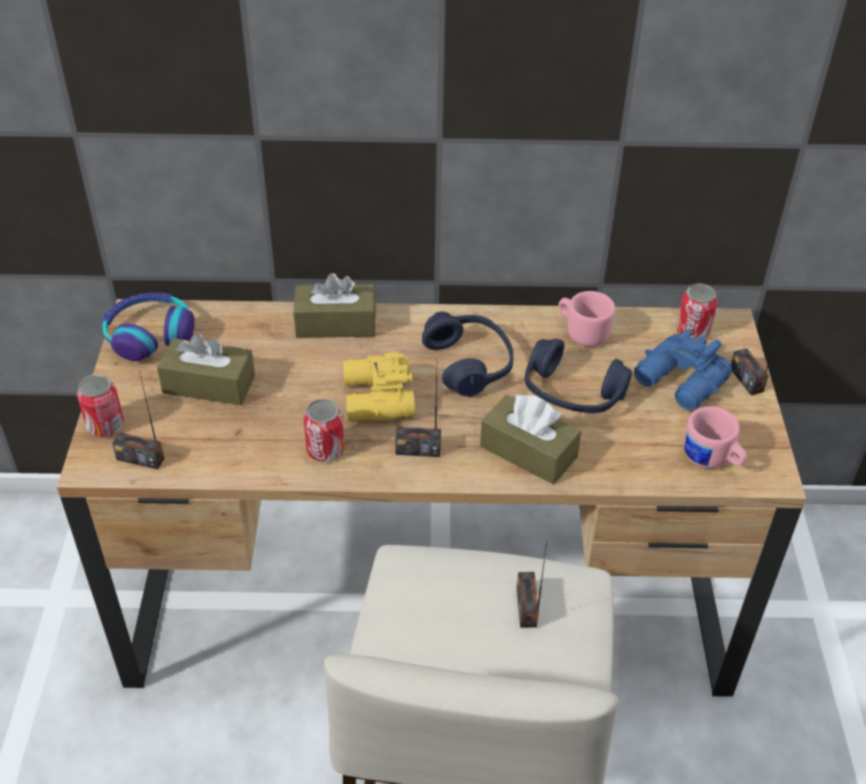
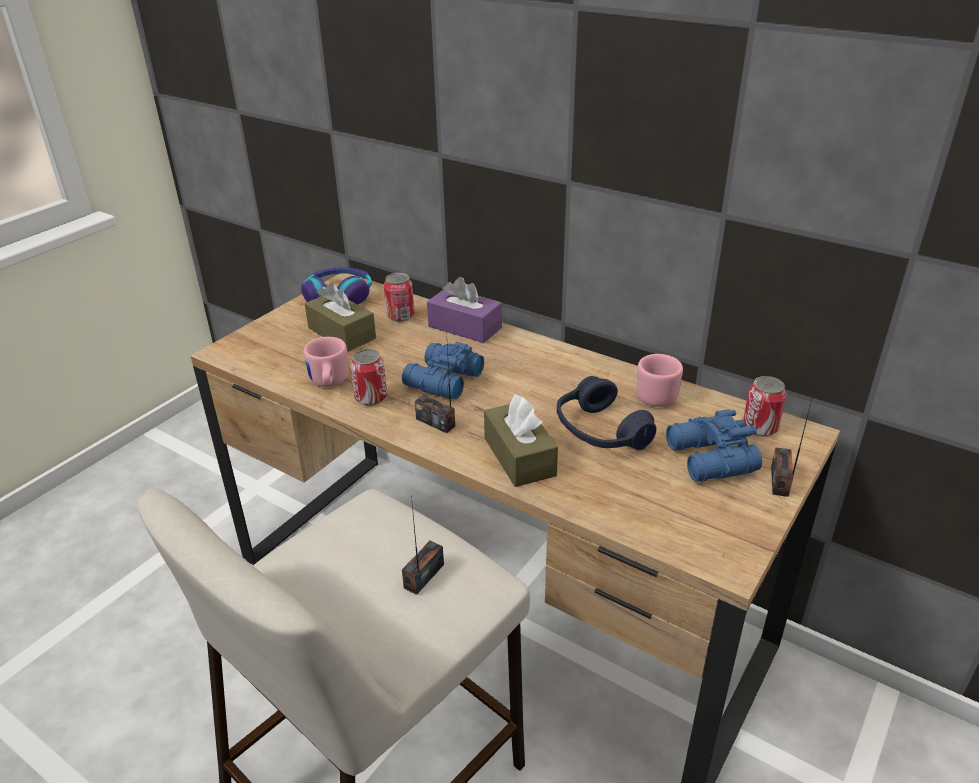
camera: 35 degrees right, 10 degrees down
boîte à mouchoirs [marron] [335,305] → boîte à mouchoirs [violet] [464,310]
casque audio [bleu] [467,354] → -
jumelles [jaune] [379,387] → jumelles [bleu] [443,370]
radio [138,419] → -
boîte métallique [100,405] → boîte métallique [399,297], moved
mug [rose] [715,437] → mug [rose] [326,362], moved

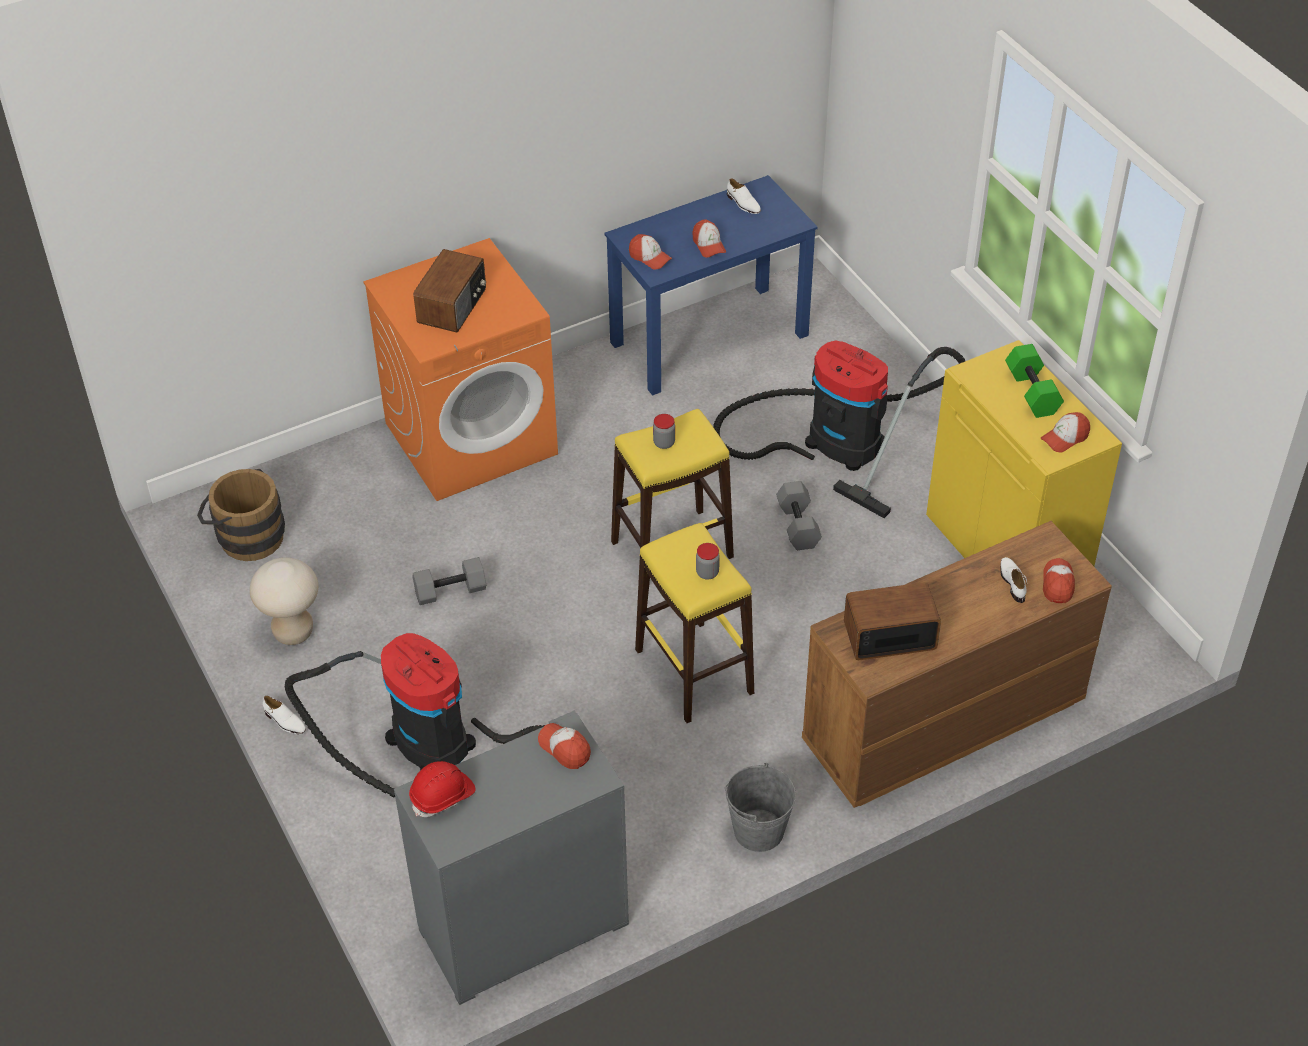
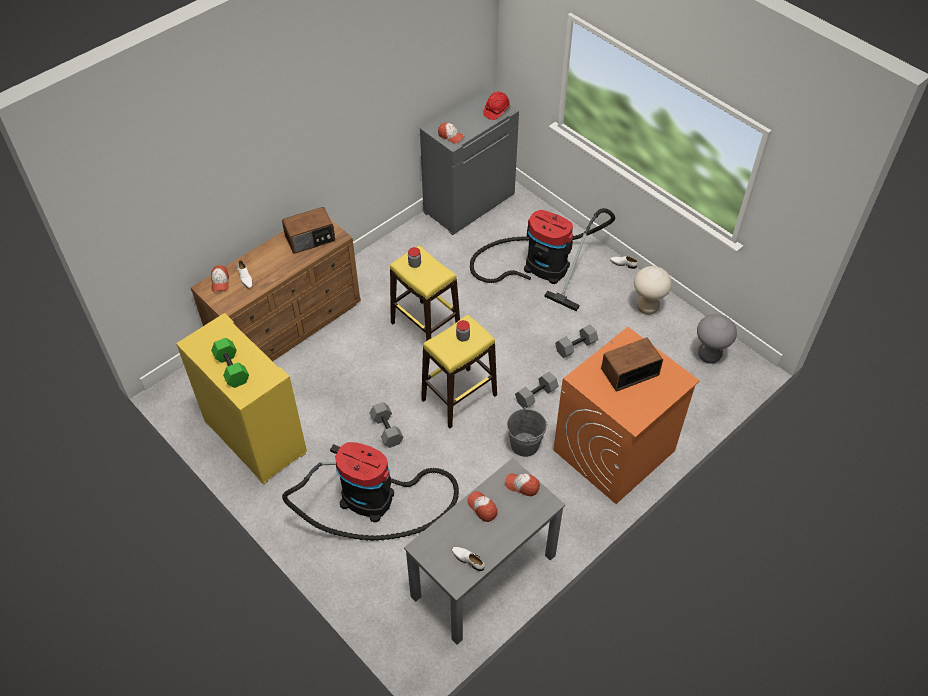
camera: 165 degrees right, 5 degrees up
bureau [bleu] [711,285] → bureau [gris] [484,551]
radio [449,291] → radio [632,364], 60 degrees clockwise
casquette [1065,432] → -
seau [marron] [241,515] → tabouret [gris] [717,339]
seau [gris] [760,807] → seau [gris] [527,432], moved
- → haltère [gris] [537,390]

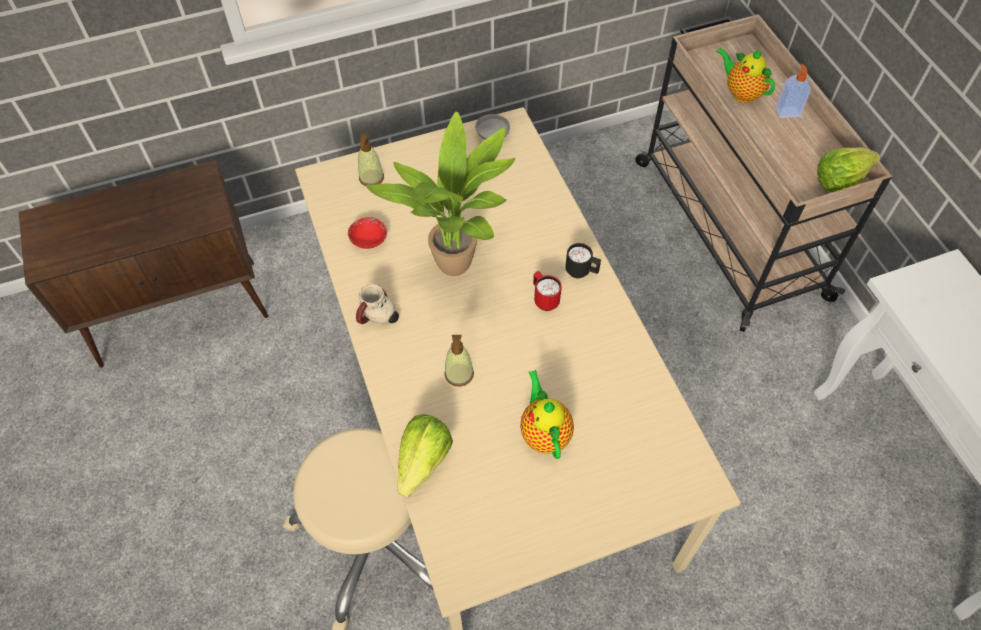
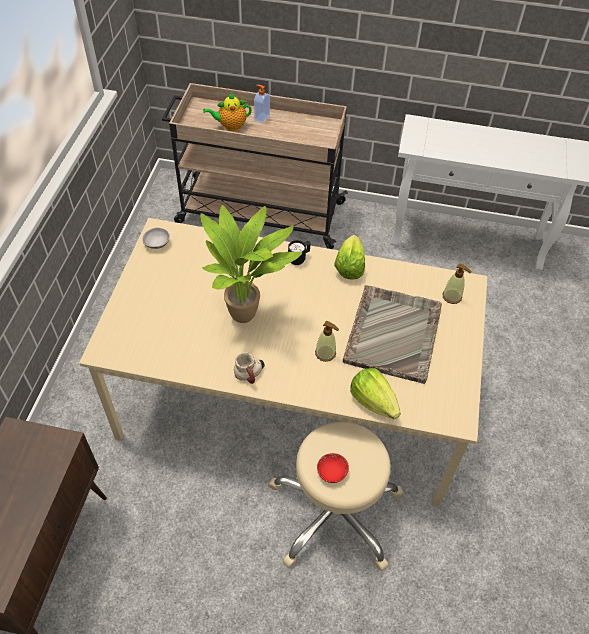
camera: 60 degrees left, 5 degrees down
distributeur de savon [371,159] → distributeur de savon [457,283], moved
laitue [849,170] → laitue [349,257], moved
bol [rouge] [367,233] → bol [rouge] [333,468], moved
mug [rouge] [547,291] → -
théière [547,414] → plateau [gris] [392,334]

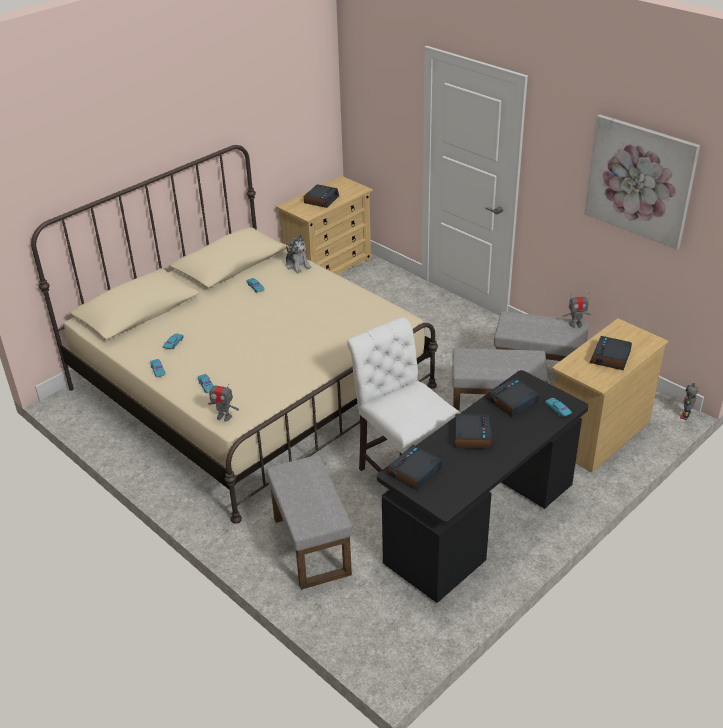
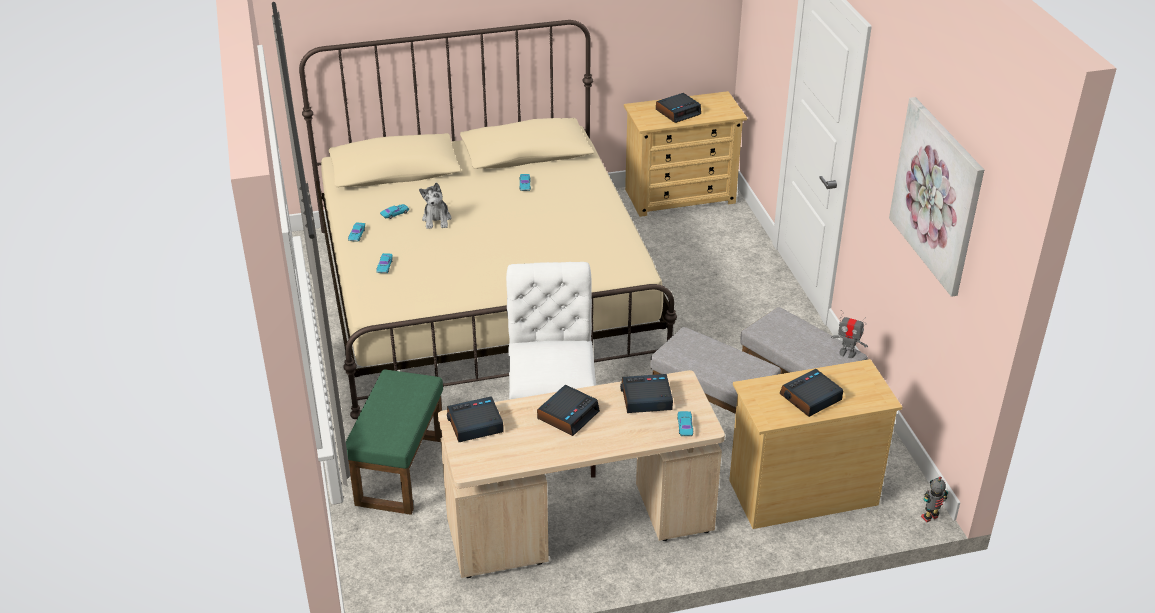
camera: 30 degrees right, 0 degrees up
peluche [299,253] → peluche [435,205], moved
bureau [noir] [483,486] → bureau [beige] [581,474]
robot jouet [223,400] → -
pouf [gris] [309,522] → pouf [vert] [394,442]

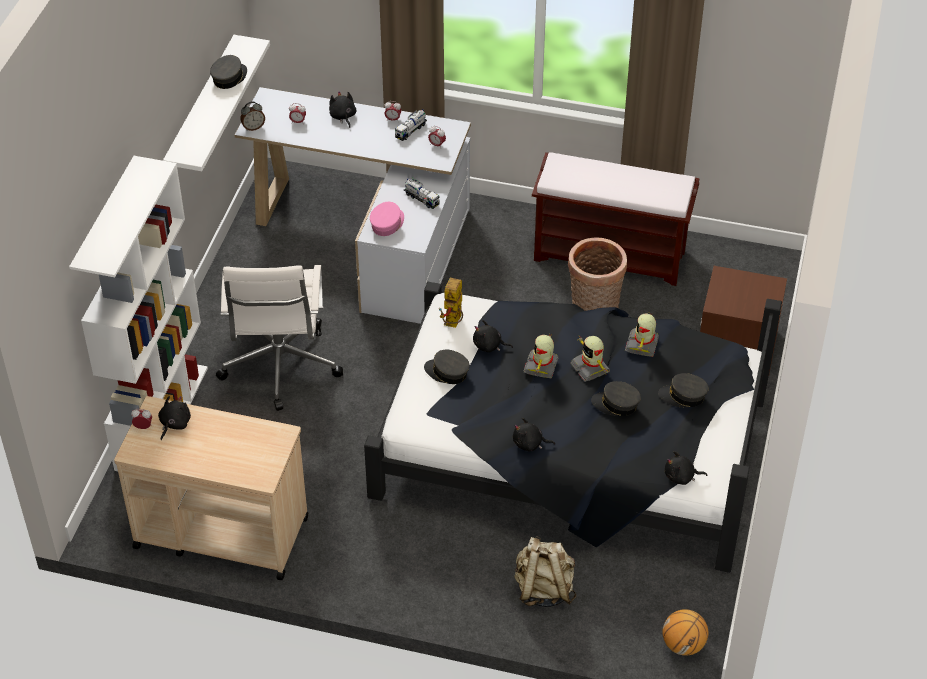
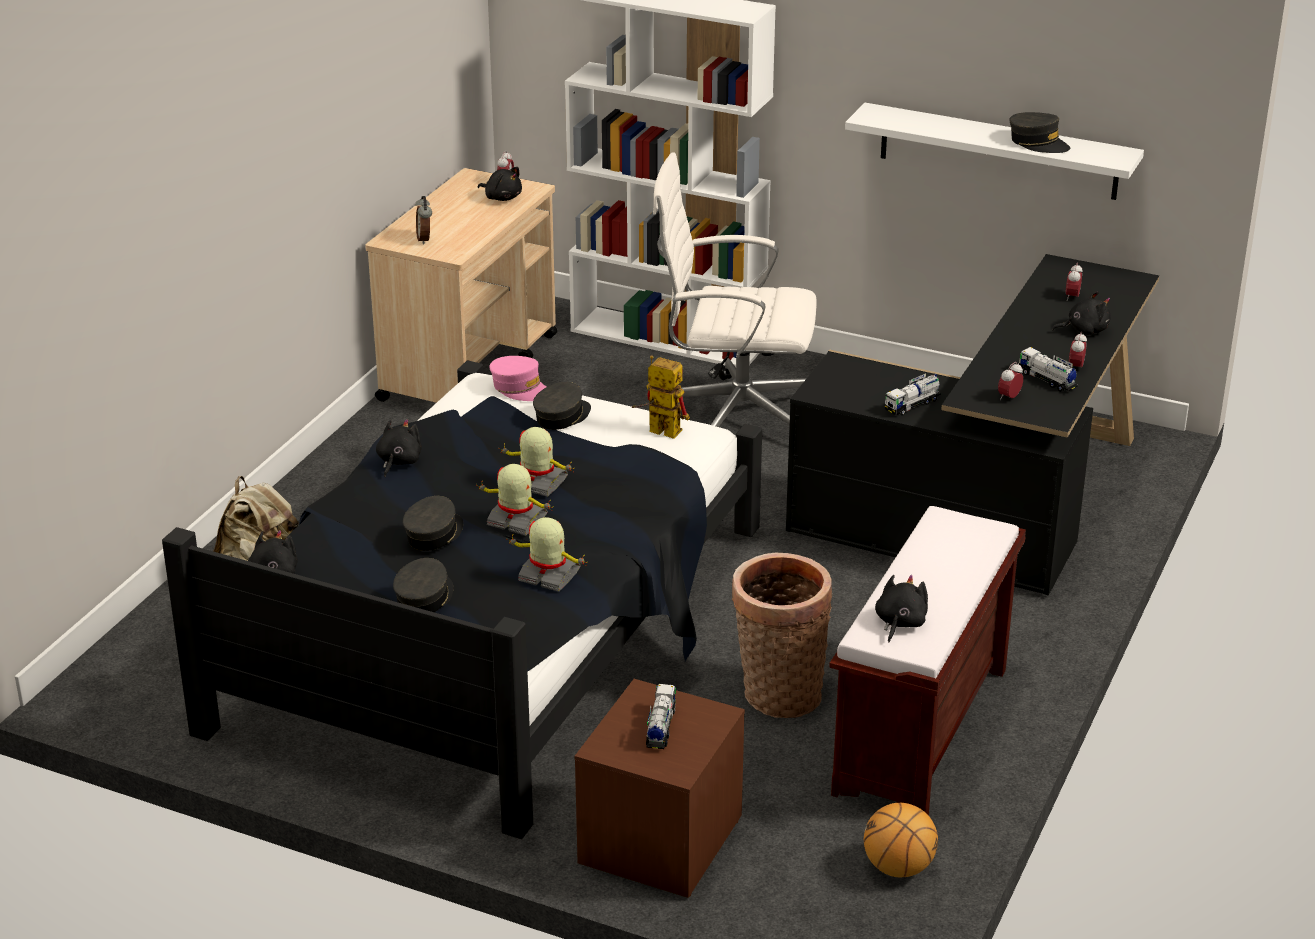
camera: 100 degrees right, 15 degrees down
bureau [blanc] [353,205] → bureau [noir] [972,424]
réveil [252,116] → réveil [423,220], moved
casquette [rose] [387,219] → casquette [rose] [518,378], moved
peluche [noir] [493,336] → peluche [noir] [901,608], moved
robot jouet [590,359] → robot jouet [515,500], 45 degrees clockwise
ballon de basket [685,632] → ballon de basket [901,840], moved
- → camion jouet [661,716]

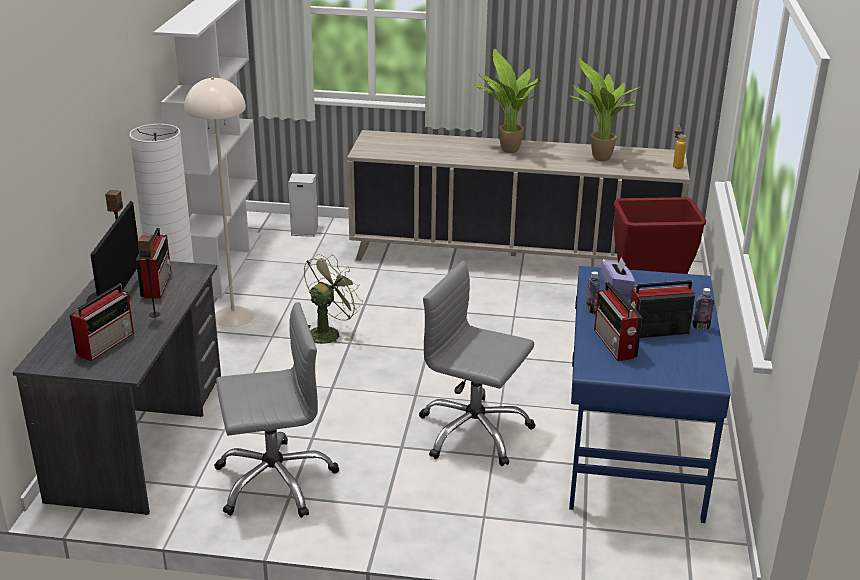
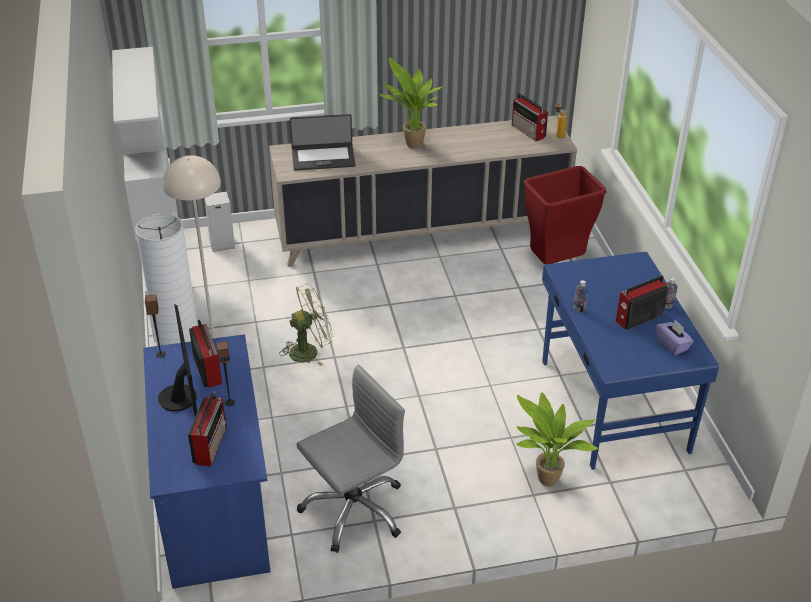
camera: 20 degrees left, 10 degrees up
plante en pot [605,109] → plante en pot [557,439], moved
ventilateur [vert] [333,299] → ventilateur [vert] [306,324], 45 degrees clockwise
boîte à mouchoirs [violet] [618,275] → boîte à mouchoirs [violet] [675,337], moved
bureau [gris] [117,388] → bureau [bleu] [207,461]
chaise de bureau [gris] [477,363] → -
radio [618,321] → radio [530,117], moved
- → ordinateur portable [323,142]

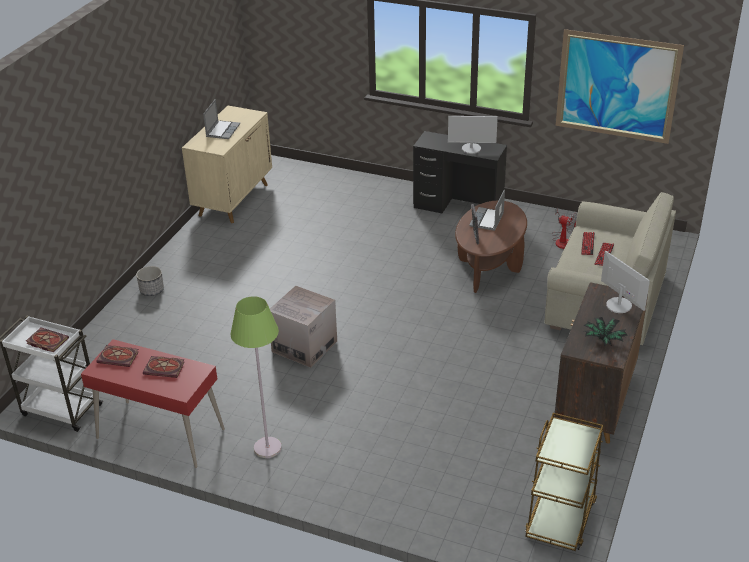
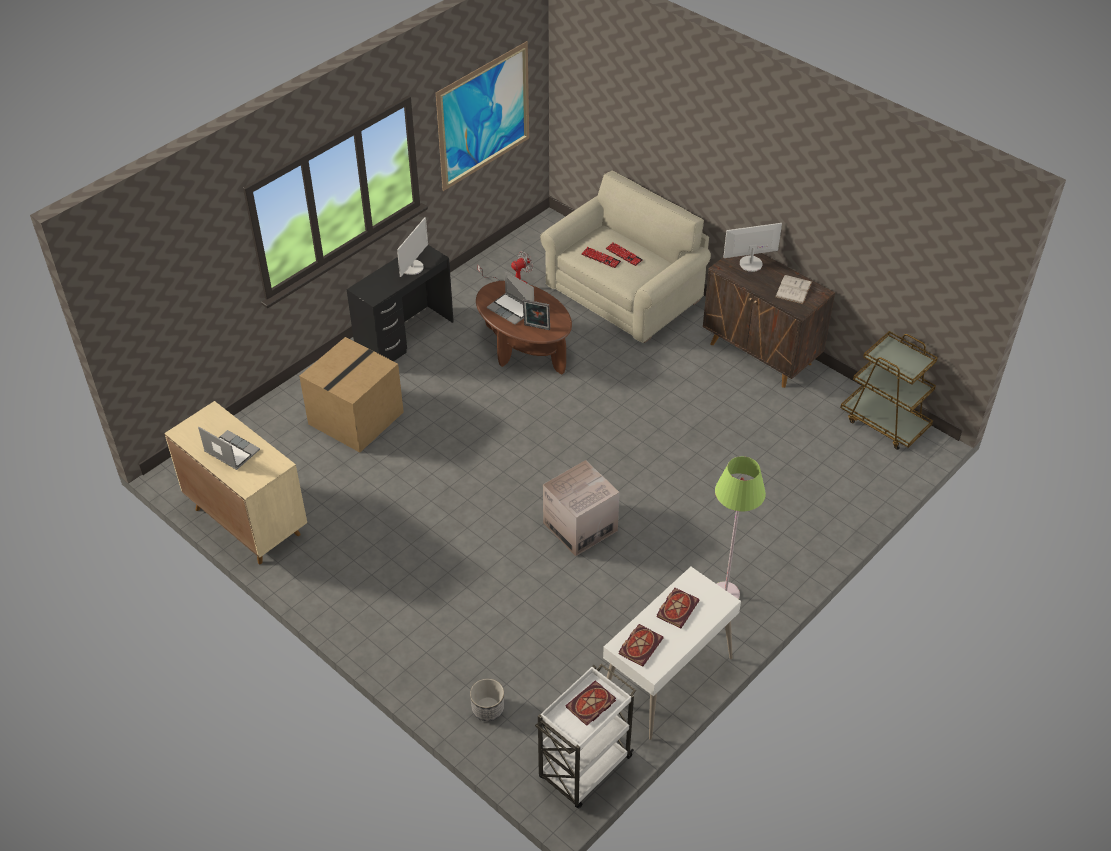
camera: 70 degrees left, 10 degrees up
cache-pot [150,281] → cache-pot [487,700], moved
plante en pot [605,331] → livre [blanc] [793,289]
bureau [rouge] [153,403] → bureau [blanc] [672,653]
- → carton [351,394]

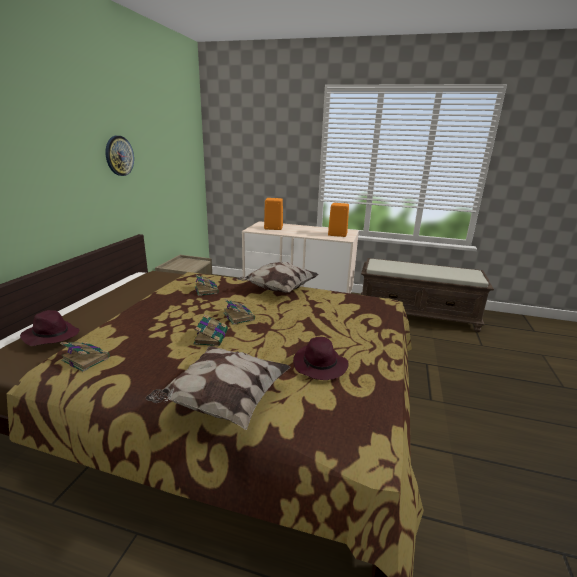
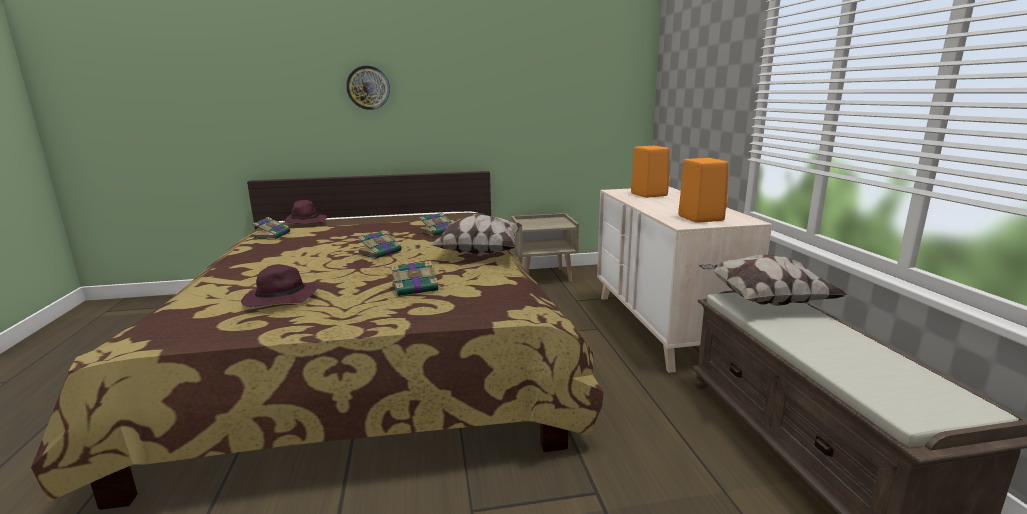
camera: 65 degrees right, 5 degrees down
horloge murale [119,156] → horloge murale [368,88], moved
livre [210,330] → livre [418,278], moved
coussin [218,388] → coussin [773,280], moved

